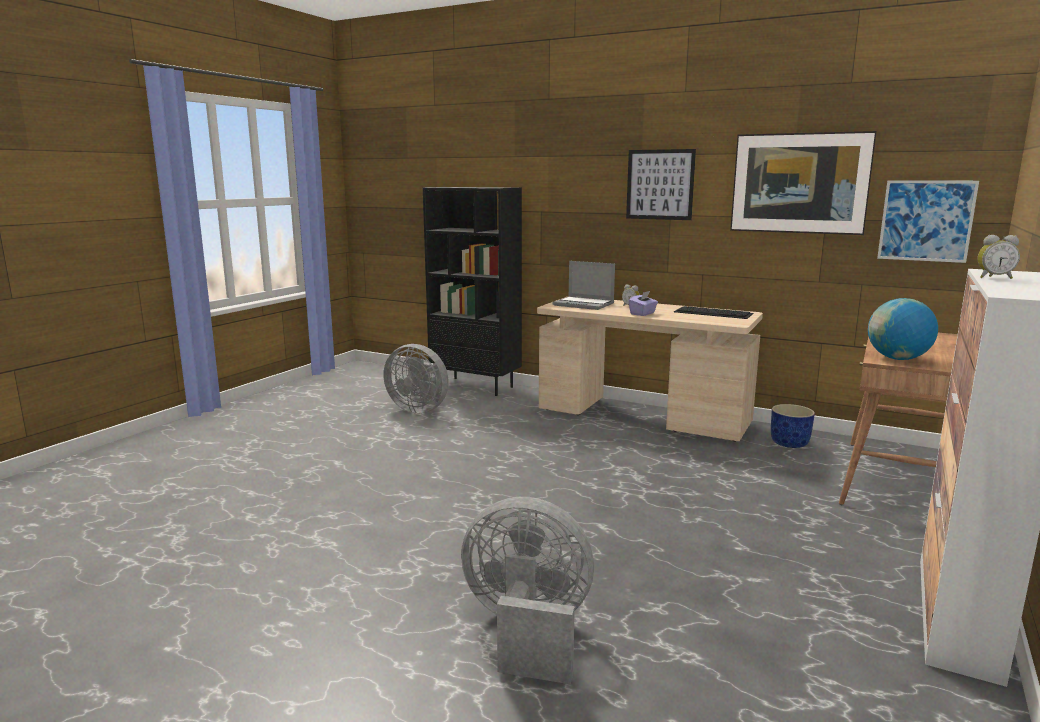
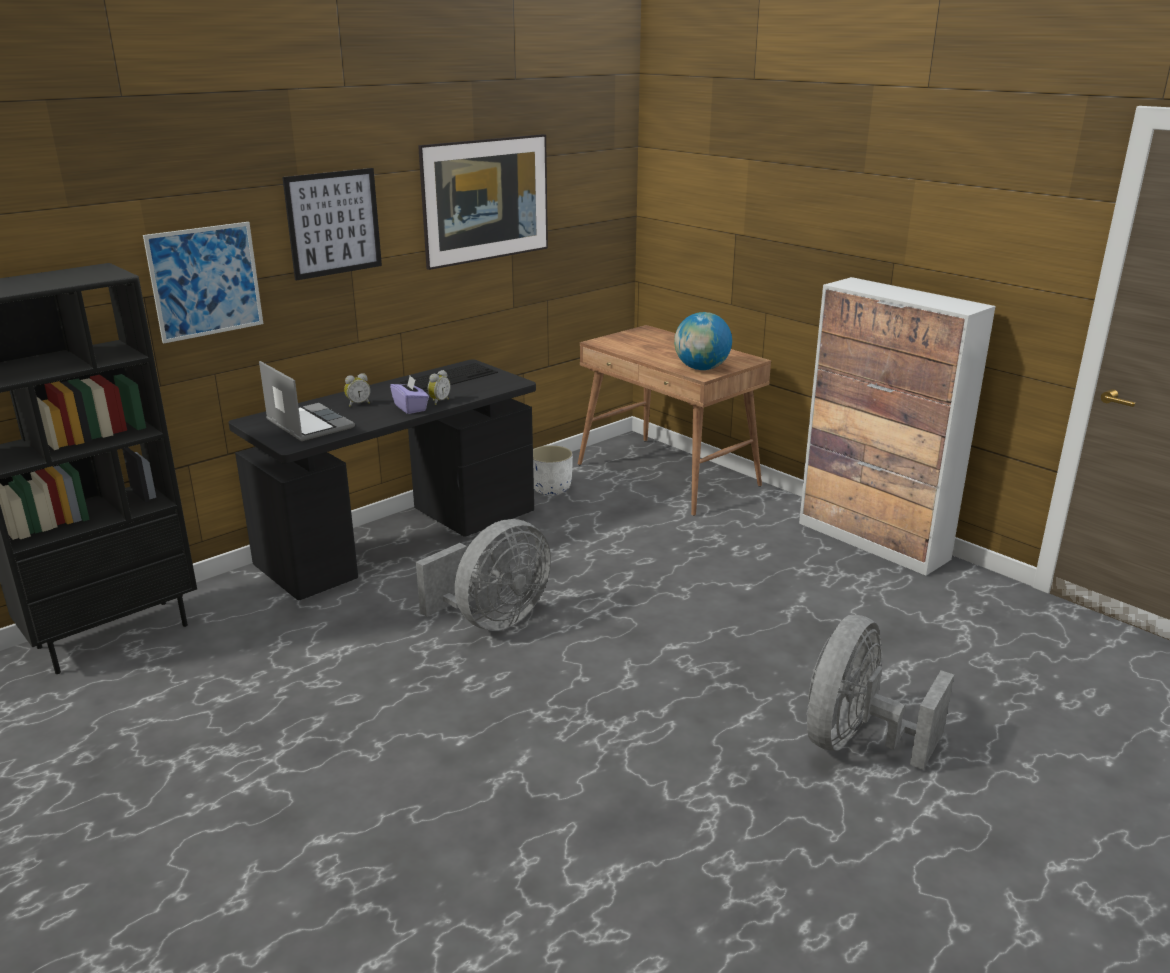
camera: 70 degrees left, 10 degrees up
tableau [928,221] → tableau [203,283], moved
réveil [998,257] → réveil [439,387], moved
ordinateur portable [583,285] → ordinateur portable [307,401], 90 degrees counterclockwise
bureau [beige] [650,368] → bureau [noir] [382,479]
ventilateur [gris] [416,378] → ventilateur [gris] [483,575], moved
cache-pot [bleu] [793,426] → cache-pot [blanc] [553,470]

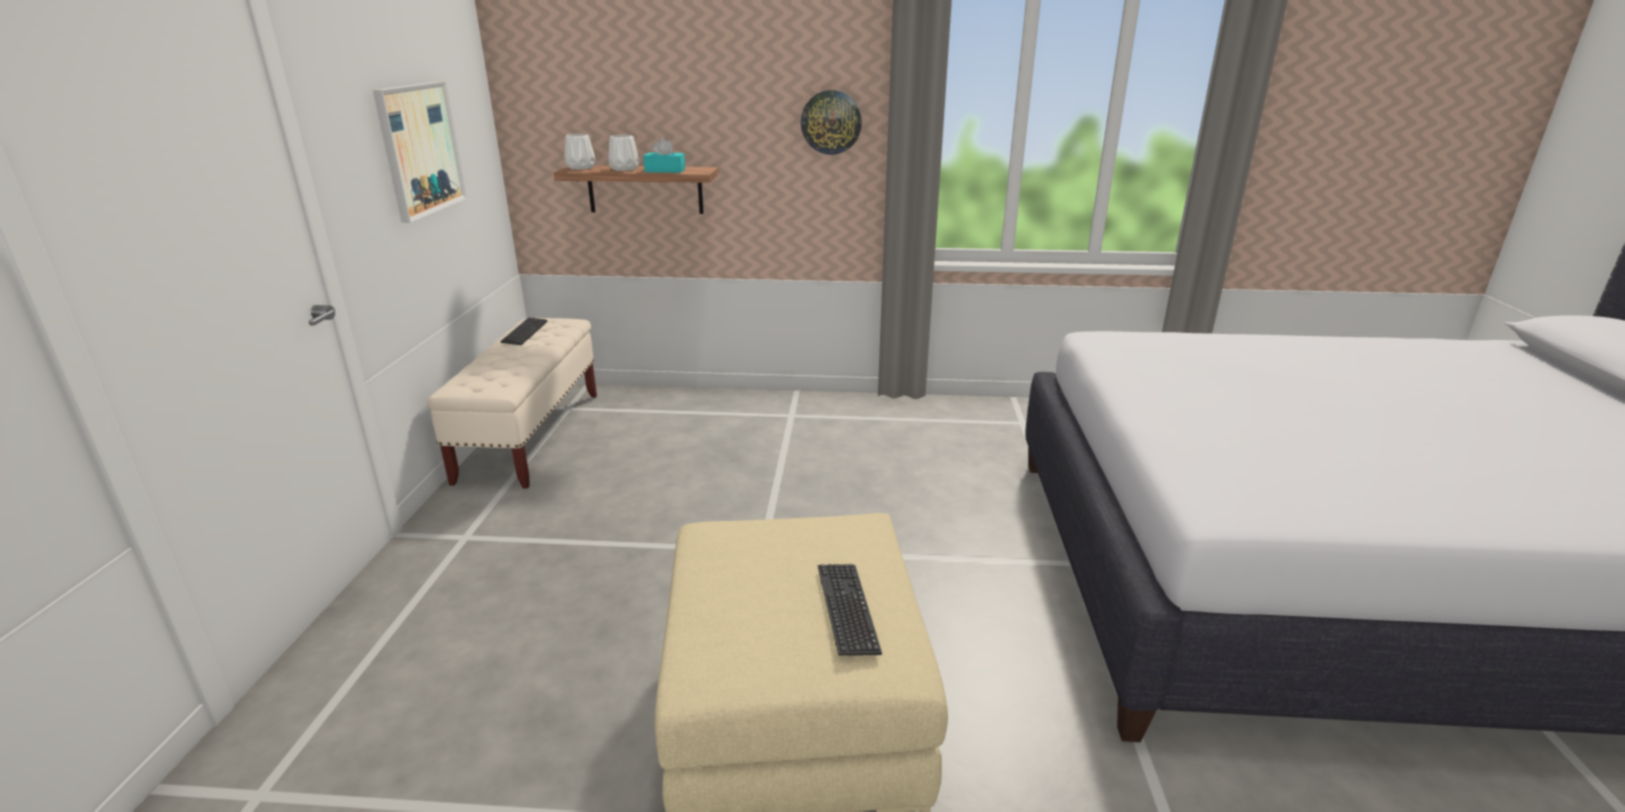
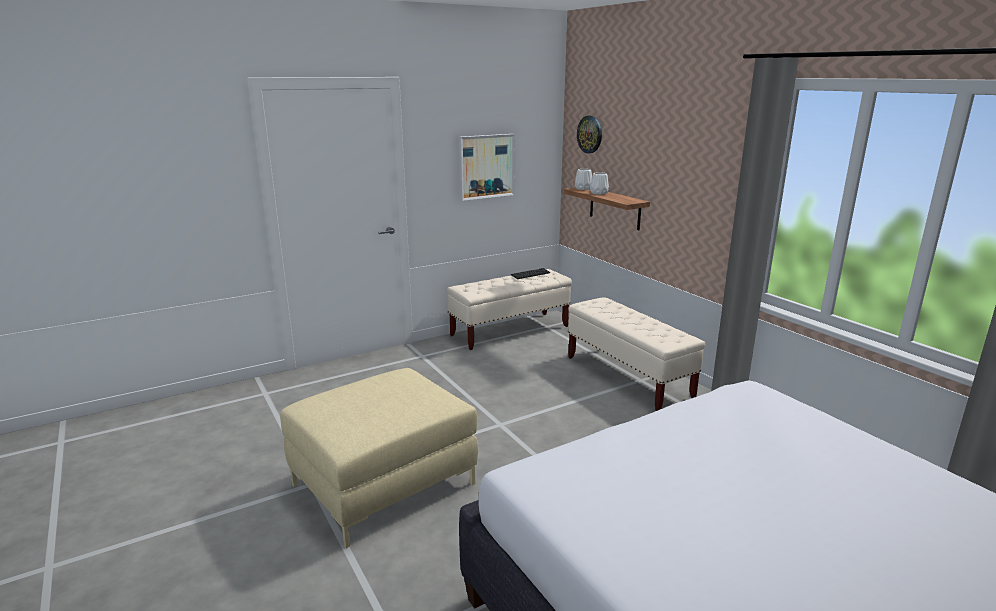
camera: 55 degrees right, 5 degrees down
horloge murale [831,122] → horloge murale [589,134], moved
boîte à mouchoirs [turquoise] [664,155] → -
clavier [850,610] → -
- → banc [beige] [637,354]

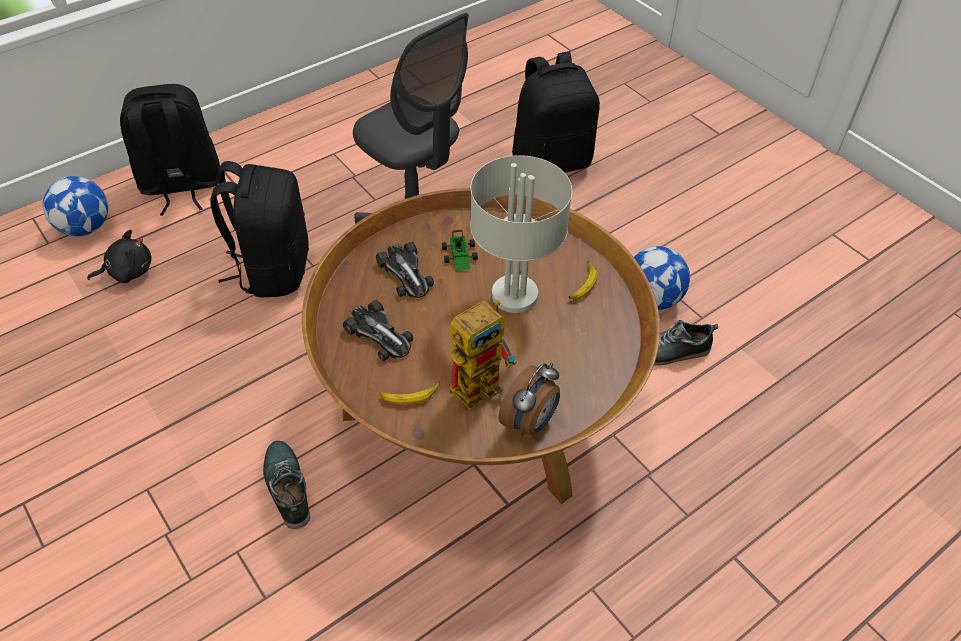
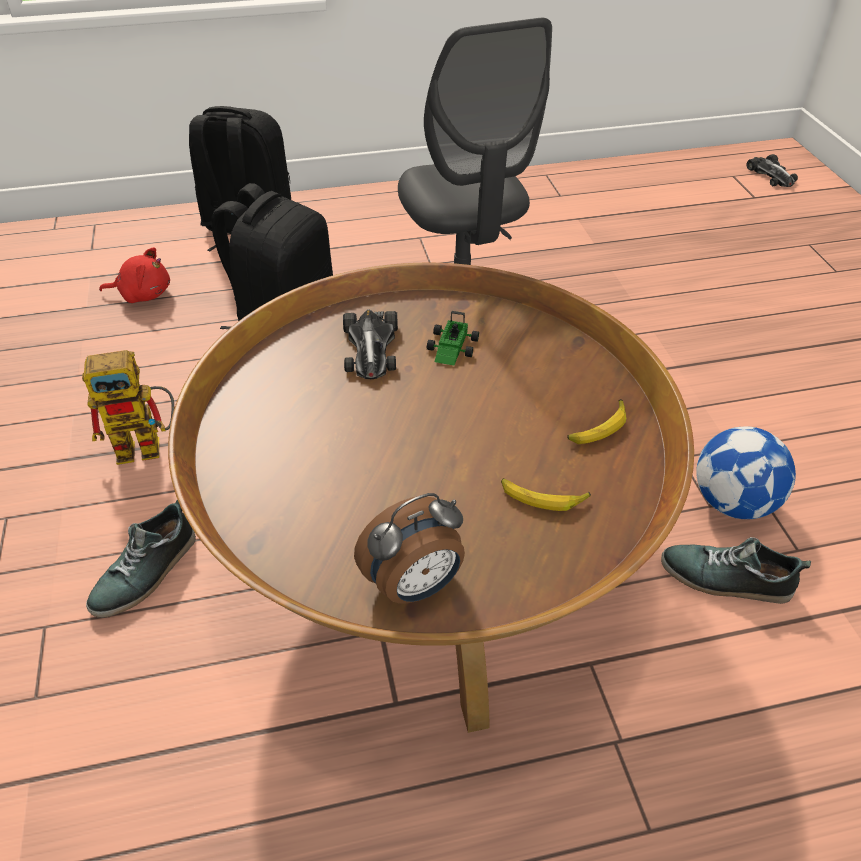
camera: 25 degrees right, 5 degrees down
sac à dos [noir] [556,112] → -
lampe de table [gris] [521,234] → -
ballon de foot [75,206] → -
peluche [noir] [119,256] → peluche [rouge] [134,275]
petite voiture [378,330] → petite voiture [772,170], moved
robot jouet [483,355] → robot jouet [128,407], moved
banane [409,393] → banane [546,494], moved
chaussure [286,485] → chaussure [141,558], 150 degrees counterclockwise

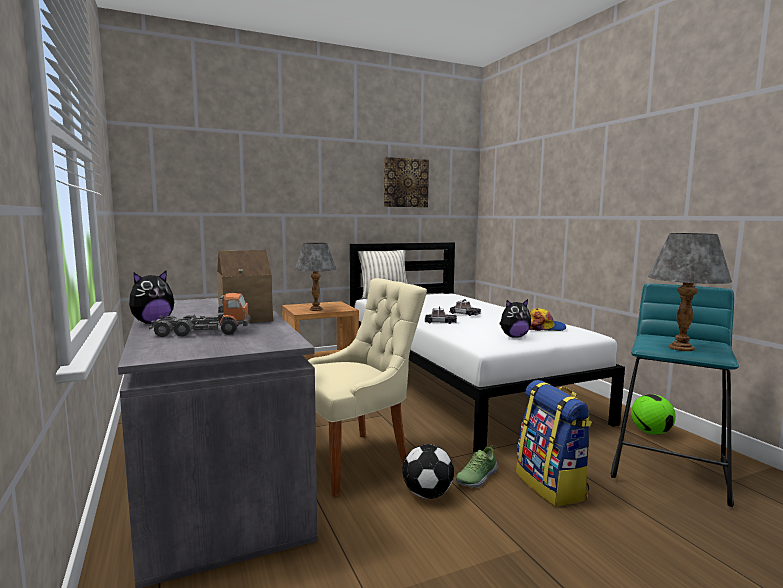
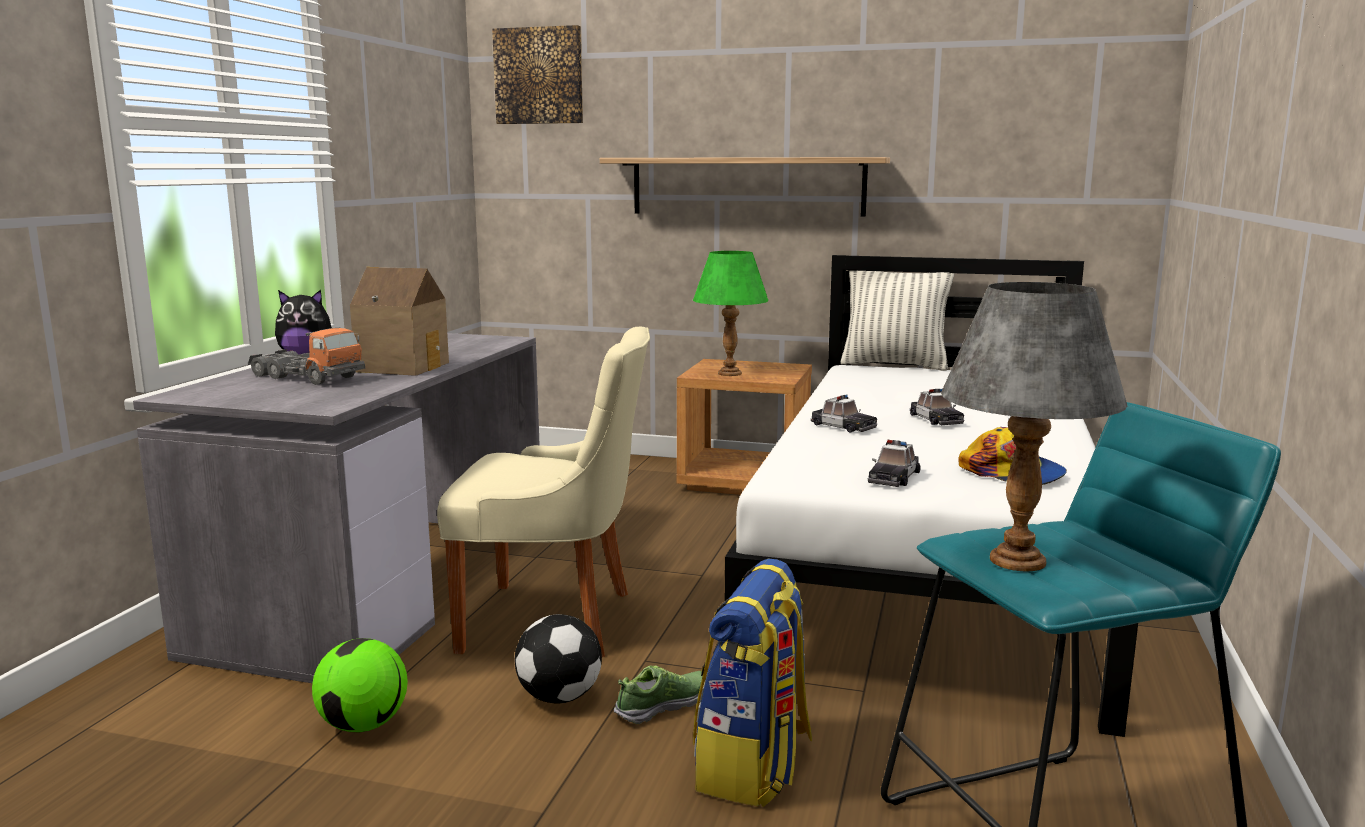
camera: 40 degrees right, 5 degrees up
tableau [406,182] → tableau [537,74], moved
lampe de table [gris] [315,277] → lampe de table [vert] [730,313]
peluche [515,318] → petite voiture [894,463]
ballon de foot [653,414] → ballon de foot [360,685], moved
chaussure [476,466] → chaussure [658,694], 150 degrees clockwise
- → étagère [745,187]

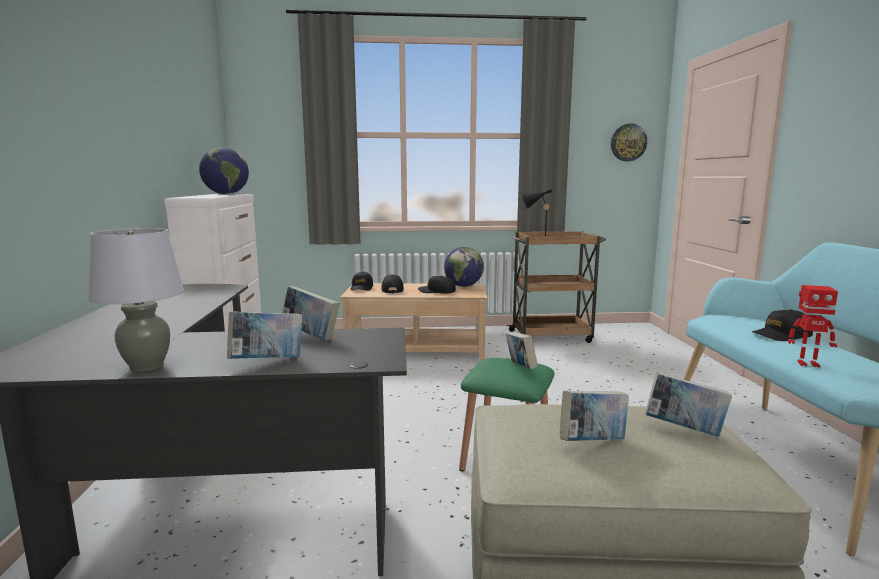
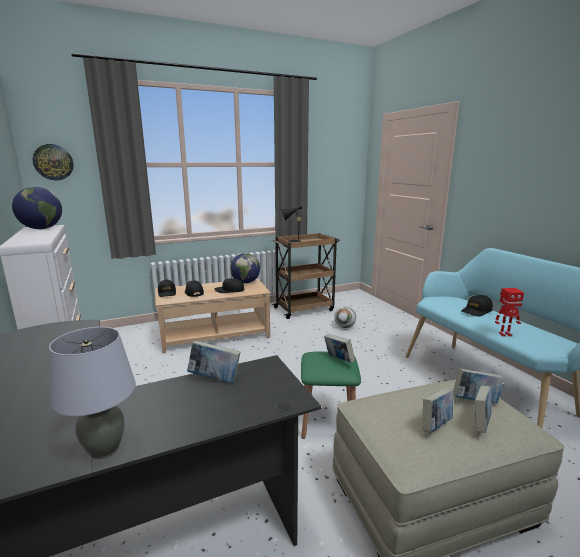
camera: 20 degrees left, 5 degrees up
horloge murale [629,142] → horloge murale [53,162], moved
livre [265,335] → livre [483,409], moved
- → ballon de foot [345,317]

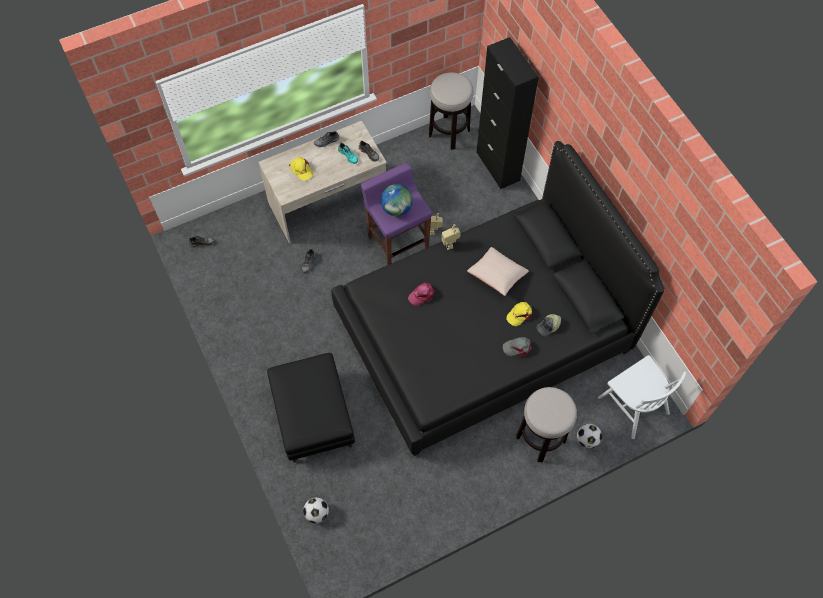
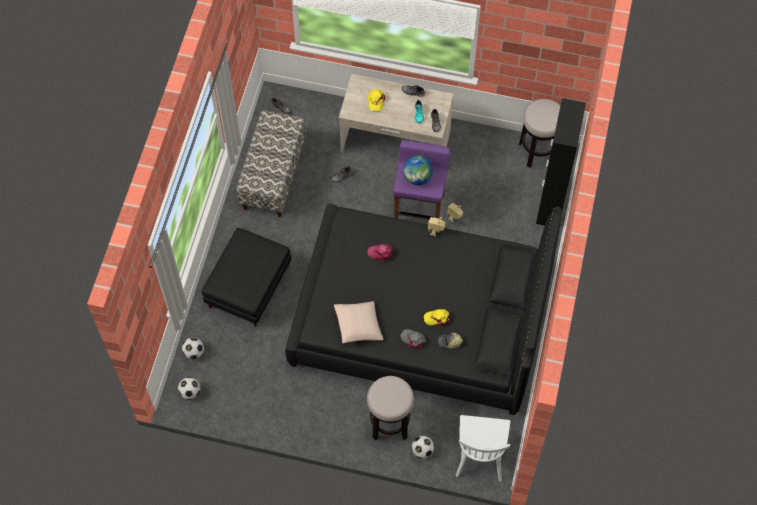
camera: 40 degrees right, 0 degrees up
coussin [beige] [498,271] → coussin [beige] [358,322], moved
- → banc [271,163]
- → ballon de foot [189,388]

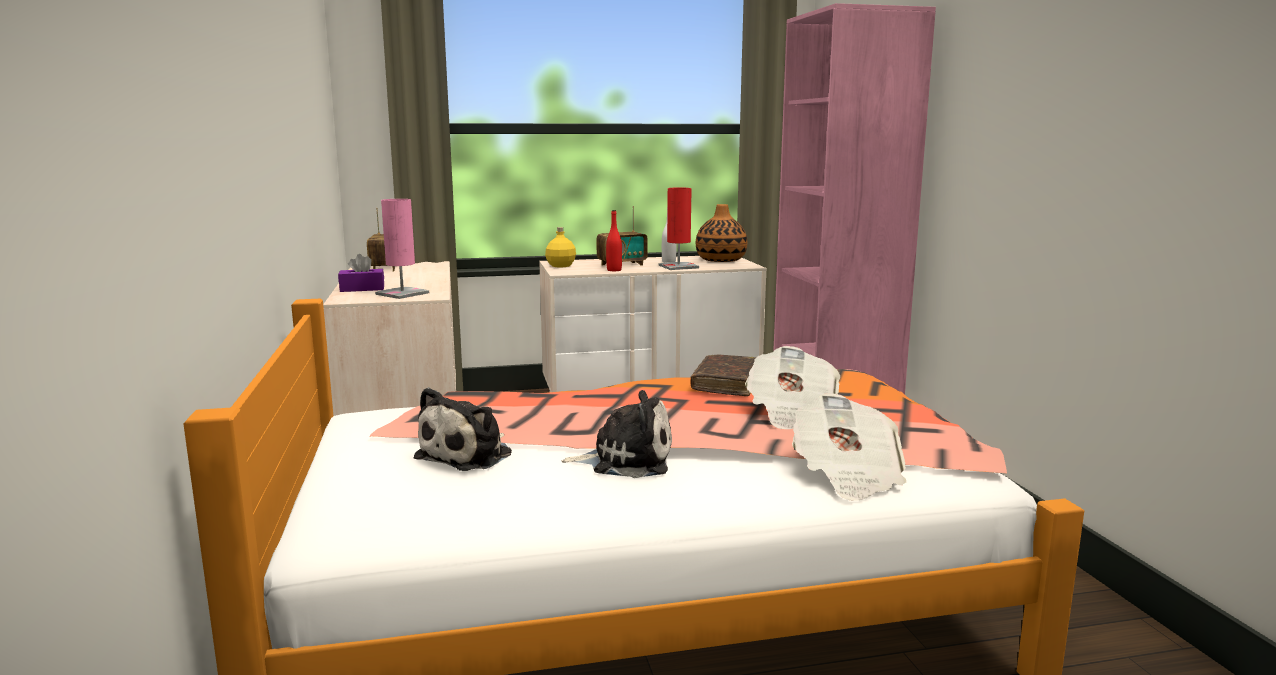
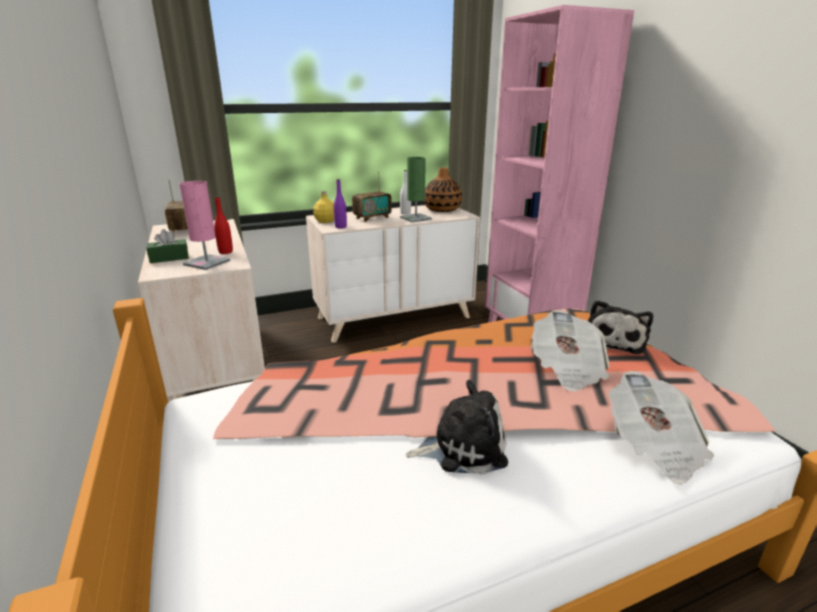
camera: 10 degrees left, 10 degrees up
lampe de table [rouge] [679,228] → lampe de table [vert] [416,189]
bouteille [rouge] [614,240] → bouteille [rouge] [223,225], moved
boîte à mouchoirs [violet] [361,273] → boîte à mouchoirs [vert] [168,246]
livre [marron] [723,375] → -
peluche [463,429] → peluche [620,327], moved
- → bouteille [violet] [340,203]

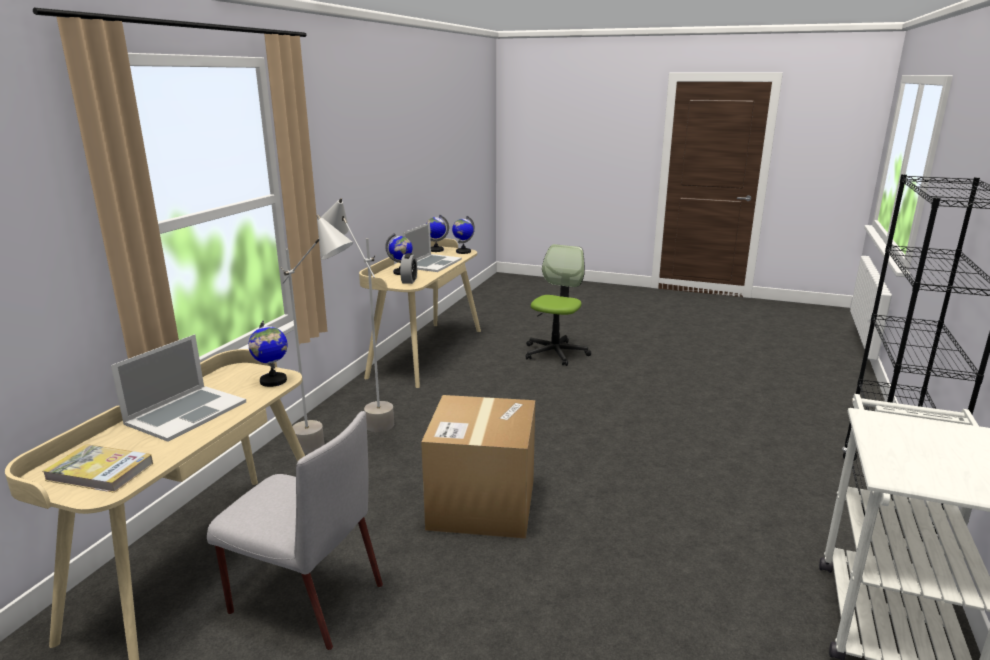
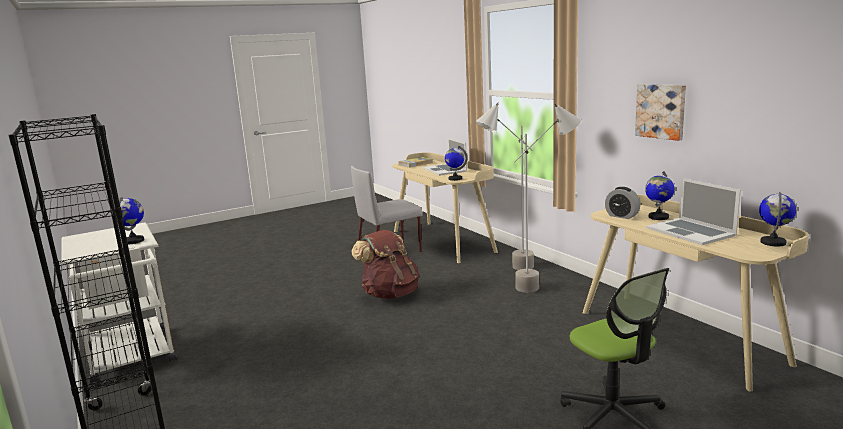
camera: 130 degrees right, 5 degrees down
globe [463,235] → globe [129,221], moved
carton [478,467] → sac à dos [marron] [385,264]
- → tableau [660,112]

